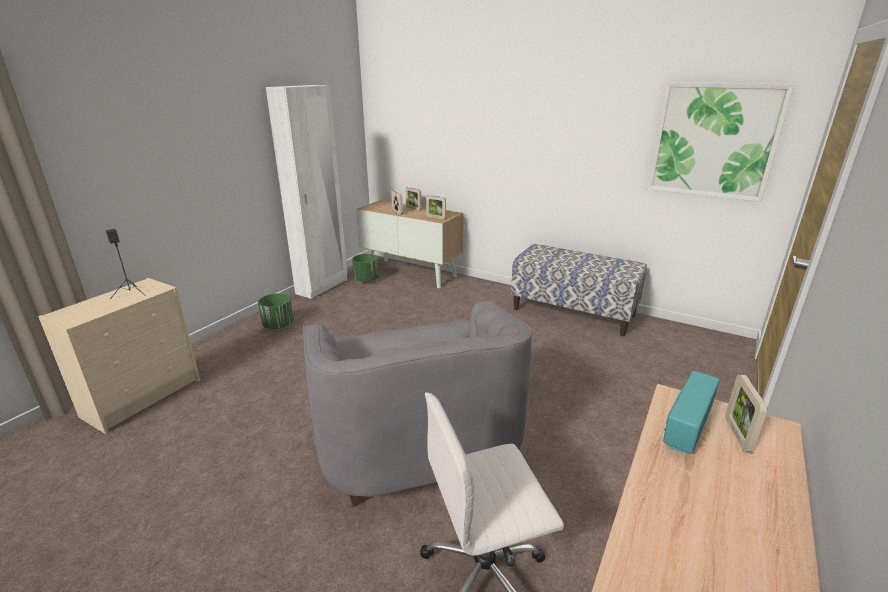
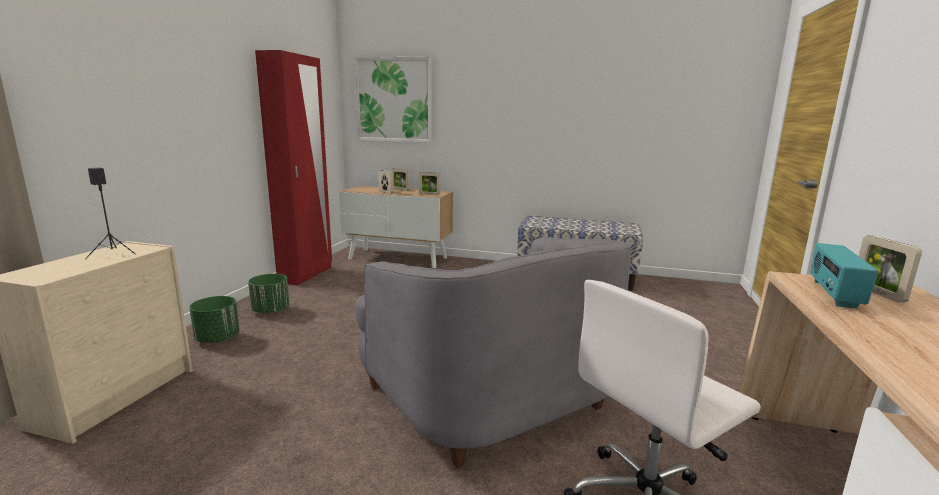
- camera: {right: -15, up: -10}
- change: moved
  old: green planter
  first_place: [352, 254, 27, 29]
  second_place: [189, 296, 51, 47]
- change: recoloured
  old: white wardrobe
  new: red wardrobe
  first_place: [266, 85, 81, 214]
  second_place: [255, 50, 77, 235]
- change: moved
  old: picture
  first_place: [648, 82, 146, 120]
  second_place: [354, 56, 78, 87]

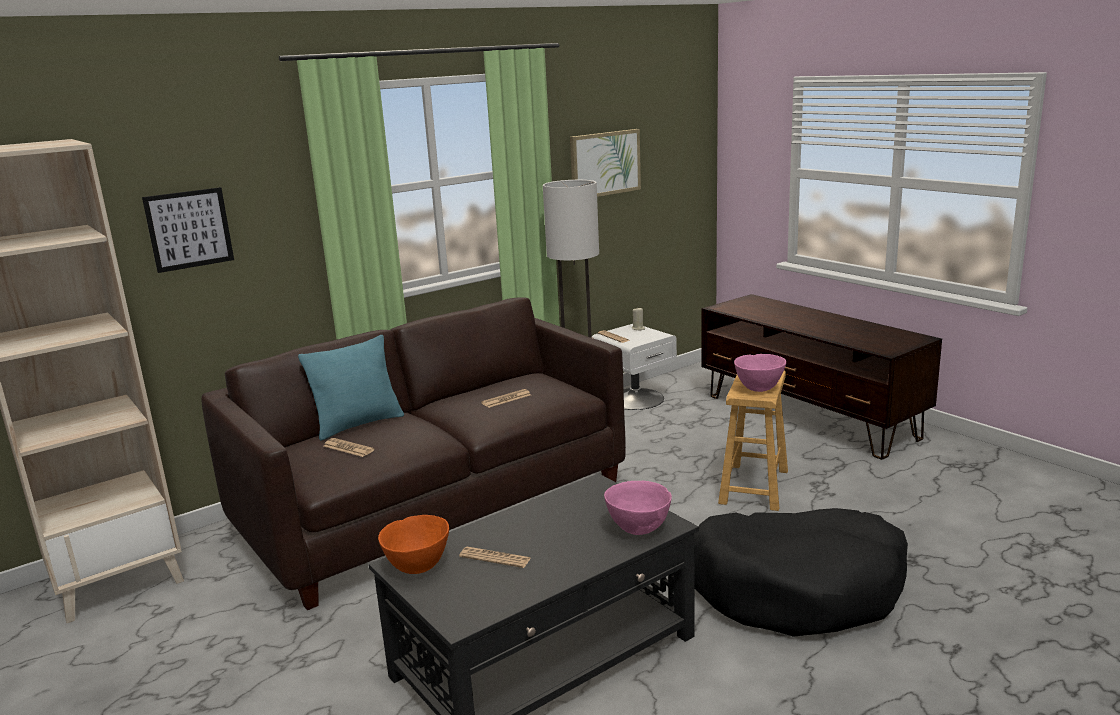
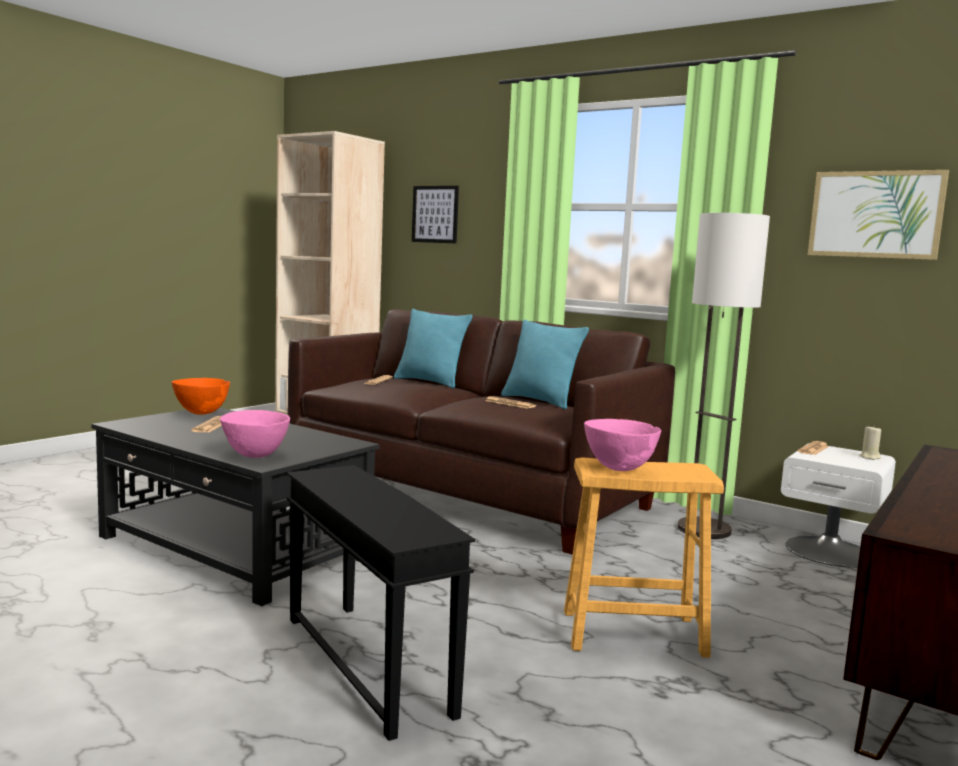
- camera: {right: 70, up: -10}
- change: replaced
  old: black dog bed
  new: black side table
  first_place: [694, 508, 214, 129]
  second_place: [287, 465, 188, 276]
- change: added
  new: turquoise pillow
  second_place: [501, 320, 88, 89]

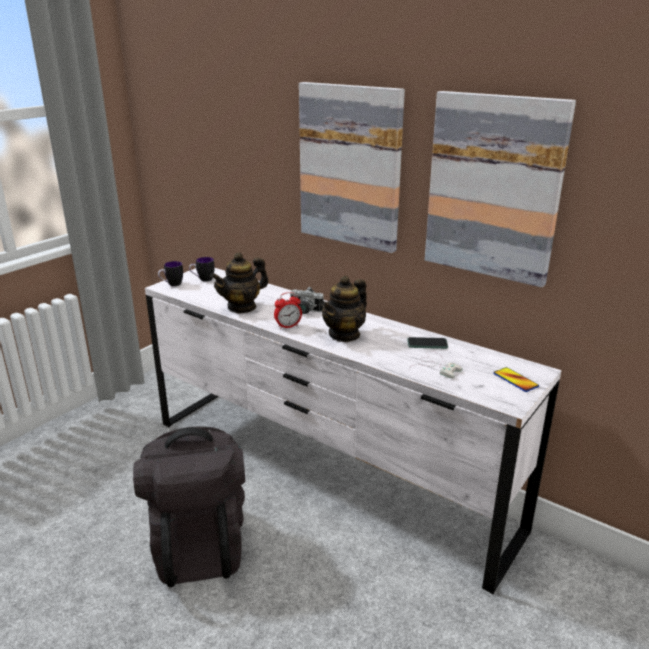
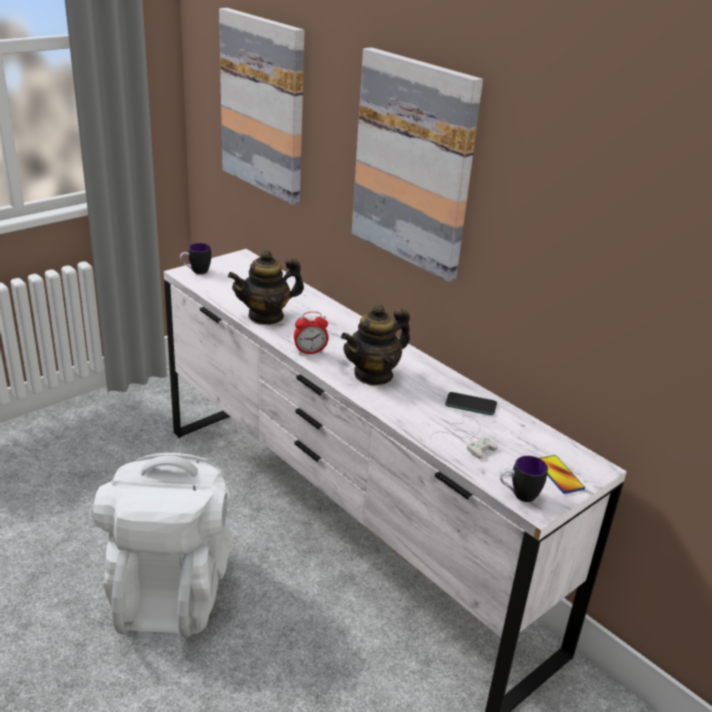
- camera: {right: 10, up: 5}
- change: recoloured
  old: black backpack
  new: white backpack
  first_place: [133, 426, 112, 161]
  second_place: [93, 453, 141, 185]
- change: moved
  old: picture
  first_place: [425, 91, 151, 196]
  second_place: [219, 8, 86, 197]
- change: moved
  old: mug
  first_place: [189, 257, 26, 25]
  second_place: [500, 456, 48, 46]
- change: removed
  old: photo camera
  first_place: [291, 287, 33, 27]

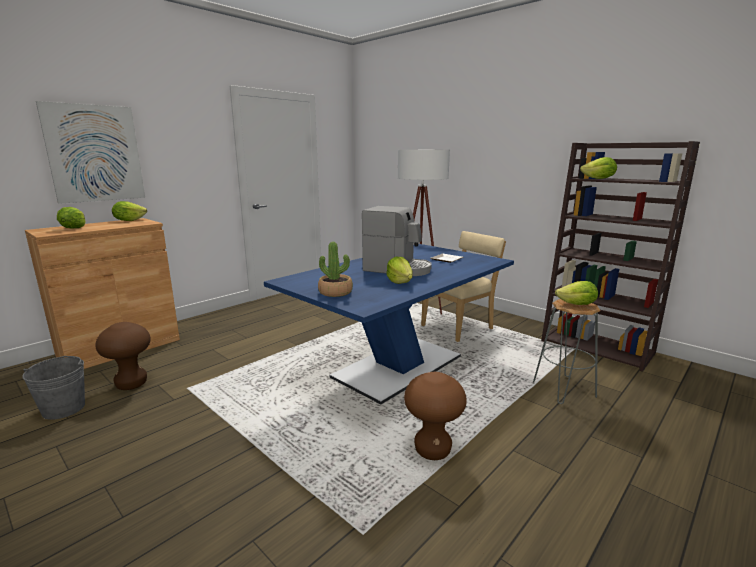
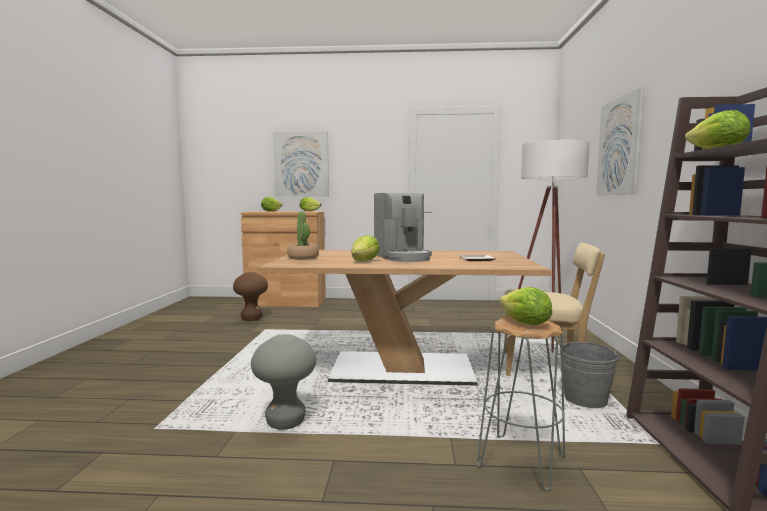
- camera: {right: 50, up: -10}
- change: recoloured
  old: brown stool
  new: grey stool
  first_place: [404, 372, 63, 88]
  second_place: [251, 334, 65, 96]
- change: recoloured
  old: blue dining table
  new: brown dining table
  first_place: [264, 244, 250, 160]
  second_place: [258, 250, 294, 136]
- change: moved
  old: grey bucket
  first_place: [22, 356, 63, 64]
  second_place: [559, 342, 61, 66]
- change: added
  new: picture
  second_place: [596, 87, 48, 108]

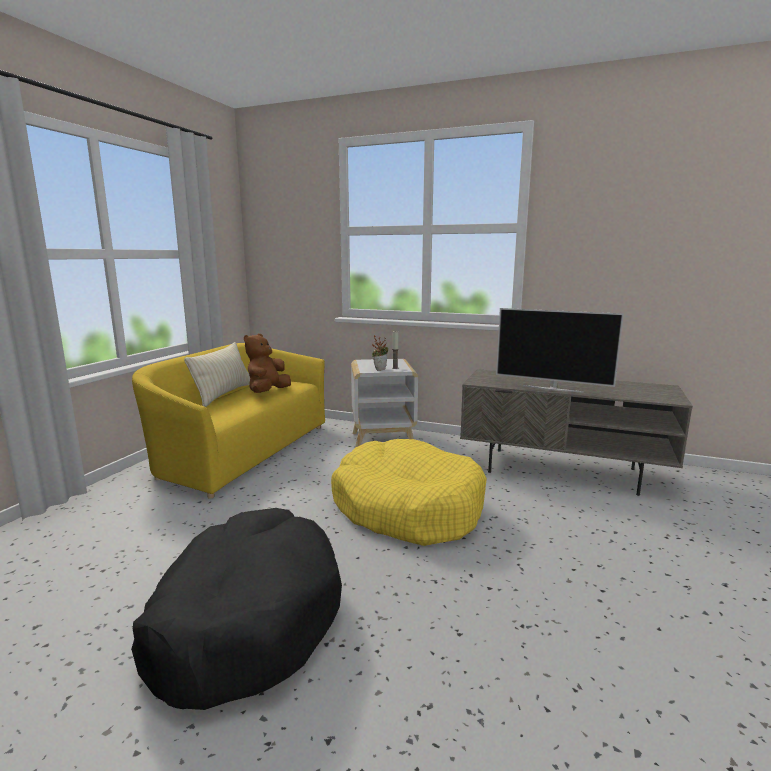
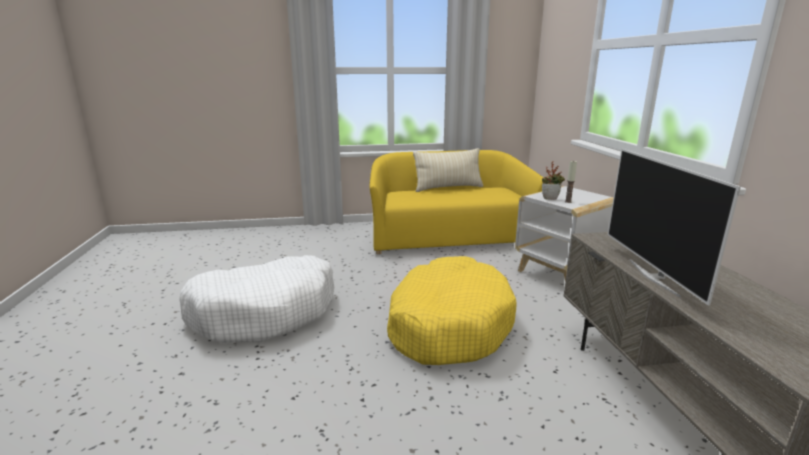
- camera: {right: 60, up: 5}
- change: recoloured
  old: black dog bed
  new: white dog bed
  first_place: [131, 508, 211, 202]
  second_place: [179, 255, 155, 88]
- change: removed
  old: brown plush toy
  first_place: [244, 334, 47, 59]

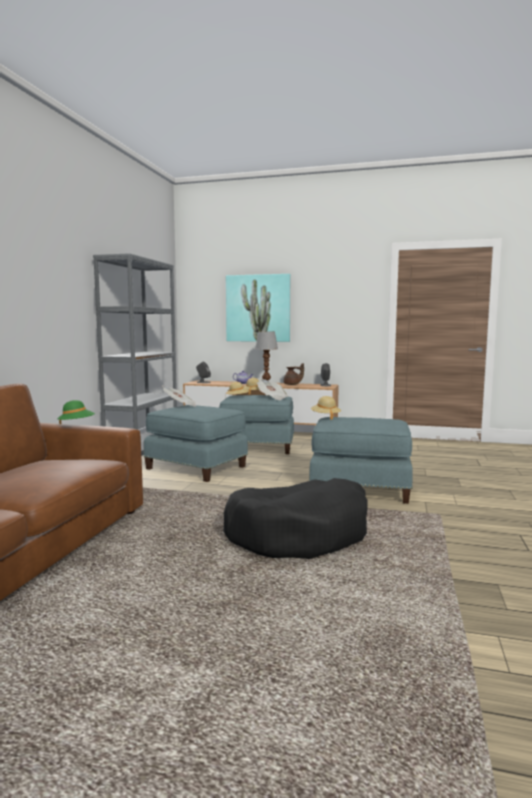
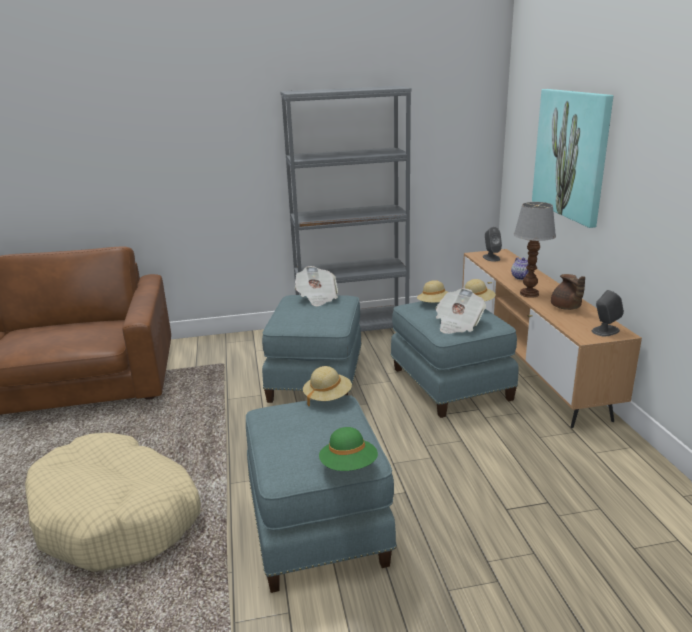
- camera: {right: 65, up: 15}
- change: recoloured
  old: black dog bed
  new: beige dog bed
  first_place: [223, 478, 145, 81]
  second_place: [25, 433, 176, 139]
- change: moved
  old: green hat
  first_place: [57, 400, 38, 24]
  second_place: [319, 427, 59, 44]

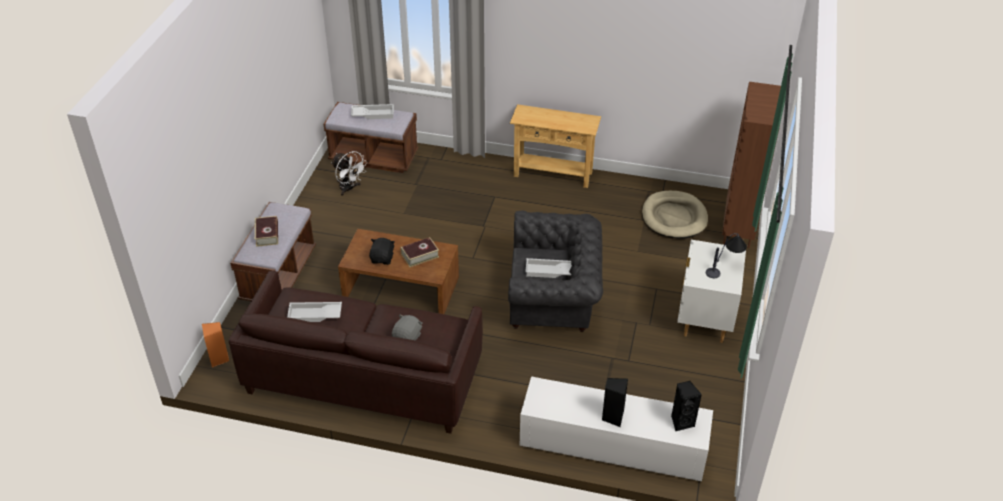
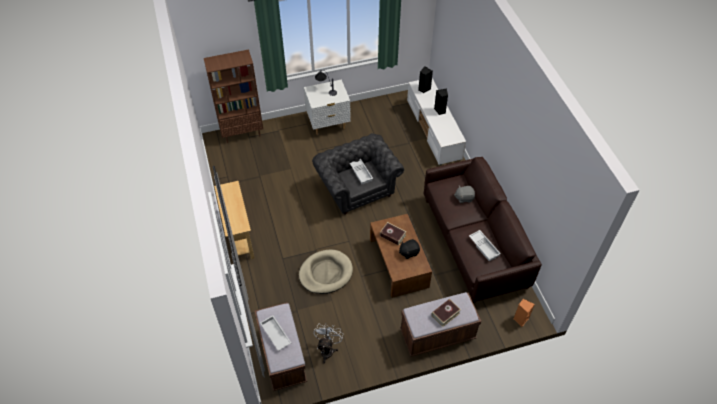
- camera: {right: -120, up: 10}
- change: moved
  old: beige dog bed
  first_place: [642, 191, 66, 48]
  second_place: [299, 250, 54, 44]

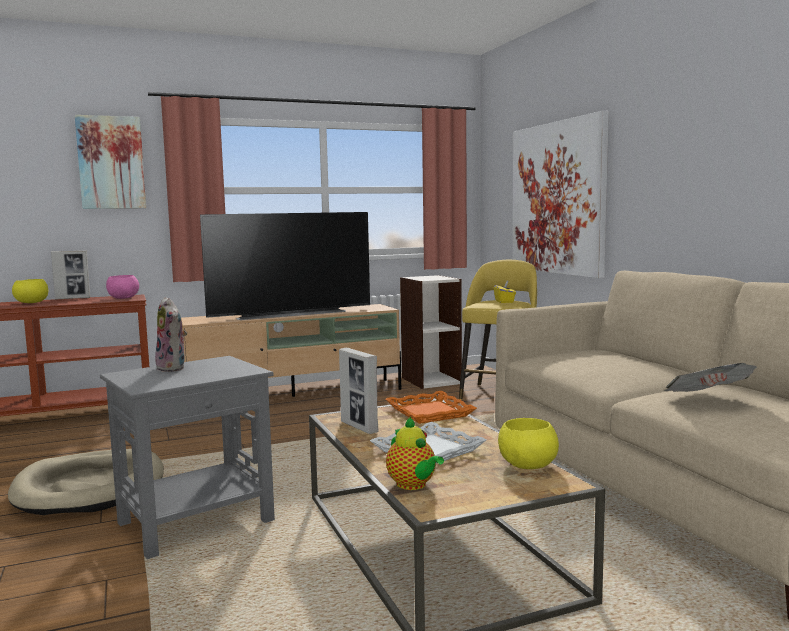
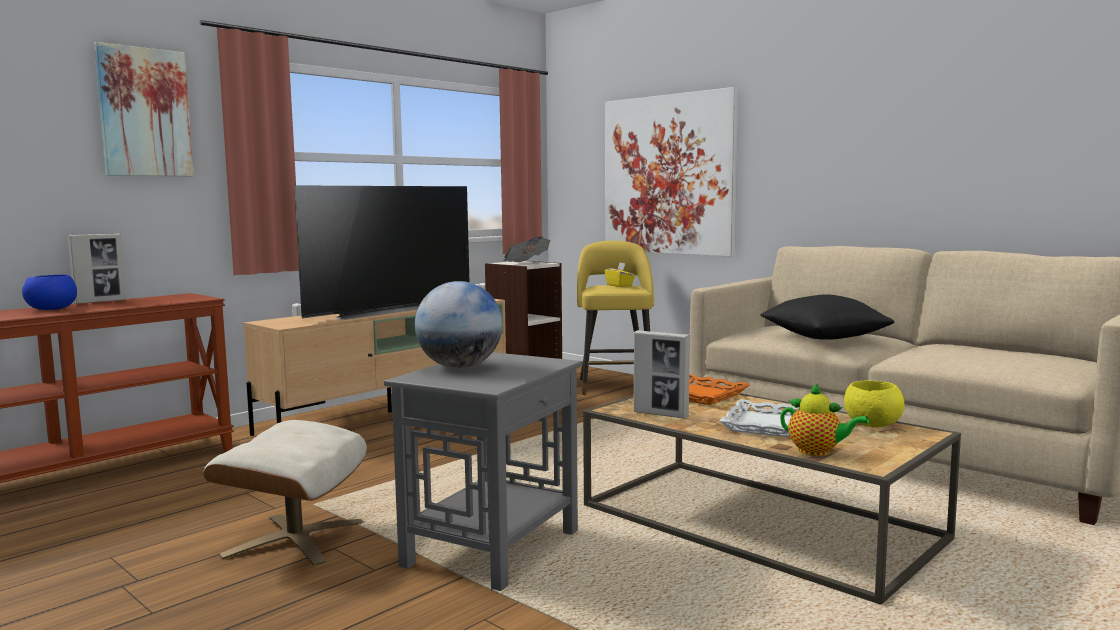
- camera: {right: -25, up: 0}
- change: recoloured
  old: yellow bowl
  new: blue bowl
  first_place: [12, 279, 36, 24]
  second_place: [22, 275, 55, 35]
- change: replaced
  old: beige dog bed
  new: beige ottoman
  first_place: [8, 449, 156, 66]
  second_place: [204, 420, 163, 146]
- change: replaced
  old: plush toy
  new: globe
  first_place: [155, 297, 32, 75]
  second_place: [415, 281, 88, 87]
- change: moved
  old: newspaper
  first_place: [663, 363, 94, 29]
  second_place: [503, 237, 47, 25]
- change: added
  new: black pillow
  second_place: [760, 294, 134, 46]
- change: removed
  old: pink bowl
  first_place: [106, 275, 33, 24]

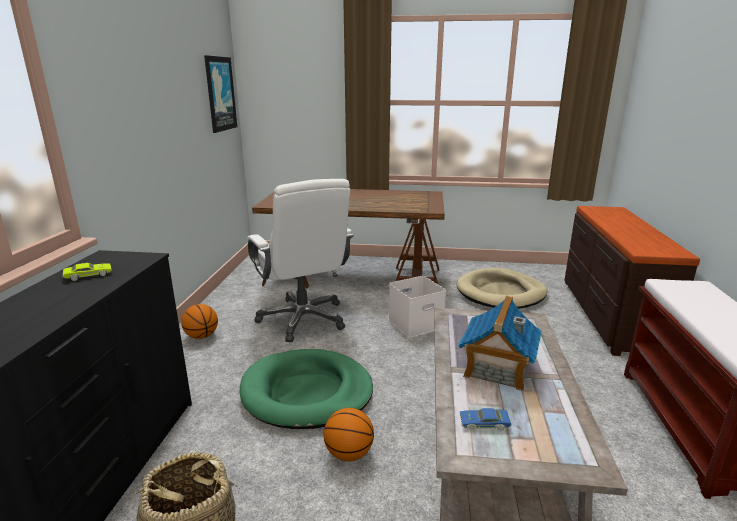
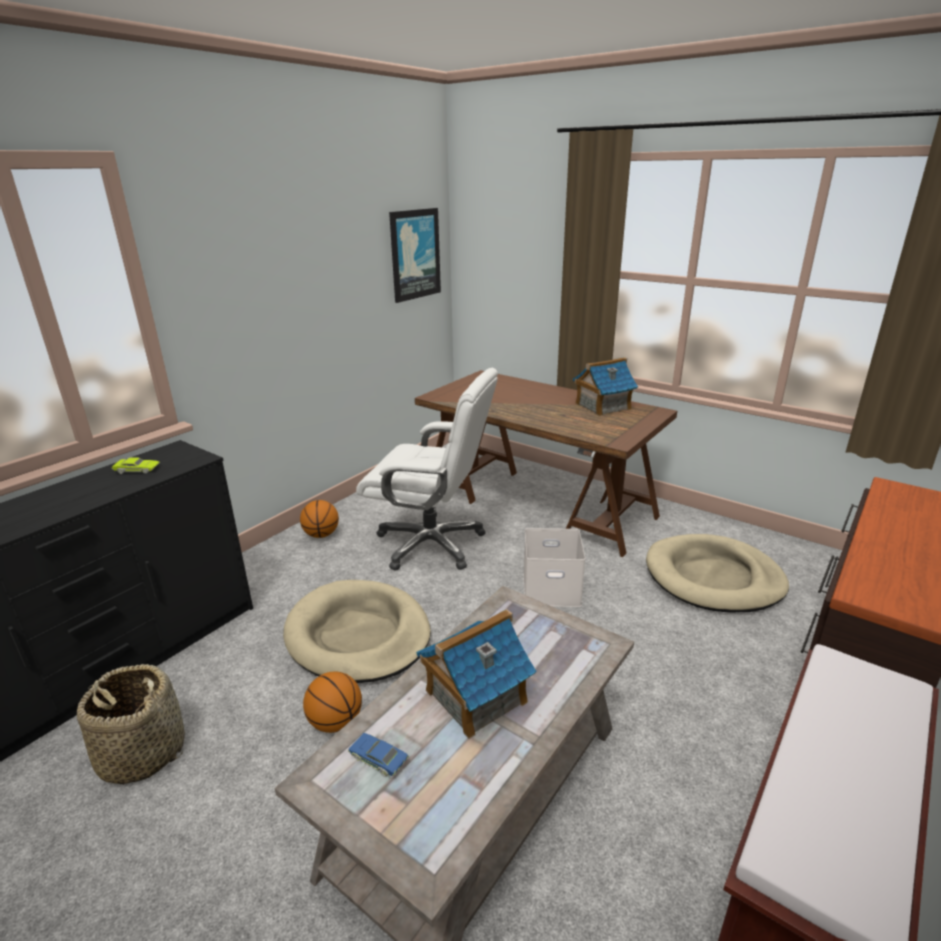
- camera: {right: 30, up: 5}
- change: recoloured
  old: green dog bed
  new: beige dog bed
  first_place: [240, 349, 133, 80]
  second_place: [283, 580, 148, 103]
- change: turned
  old: white office chair
  first_place: [247, 179, 107, 163]
  second_place: [356, 368, 142, 202]
  degrees: -75
- change: added
  new: toy house
  second_place: [573, 357, 65, 59]

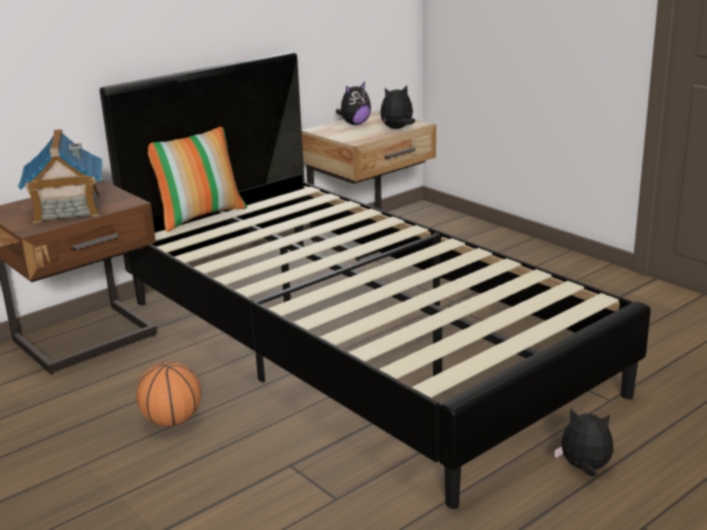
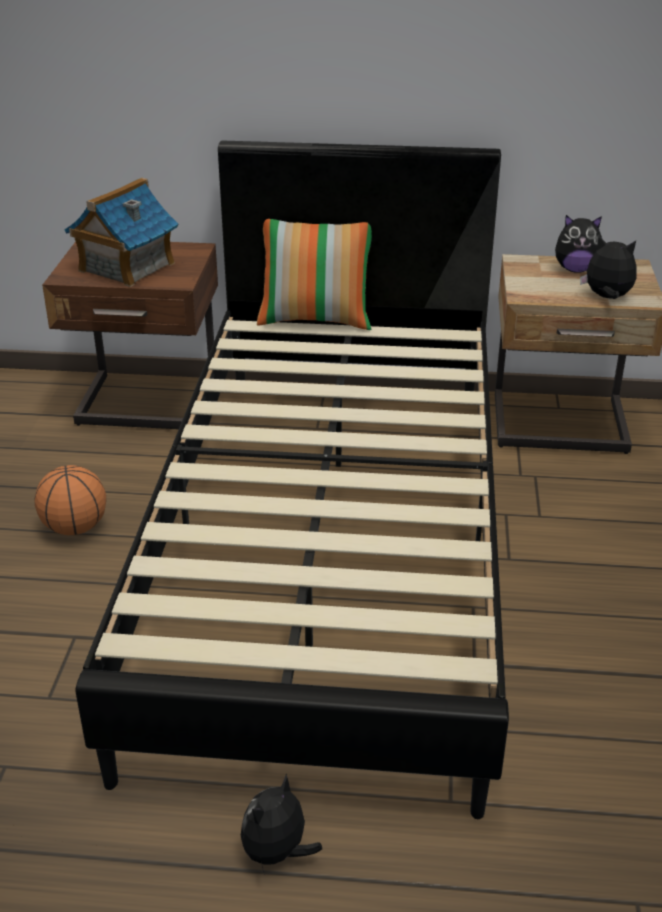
- camera: {right: 45, up: 10}
- change: turned
  old: plush toy
  first_place: [554, 409, 60, 68]
  second_place: [241, 774, 81, 101]
  degrees: -120

